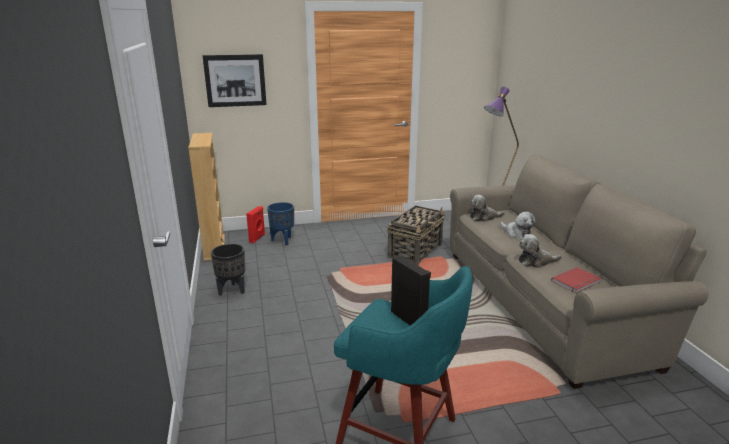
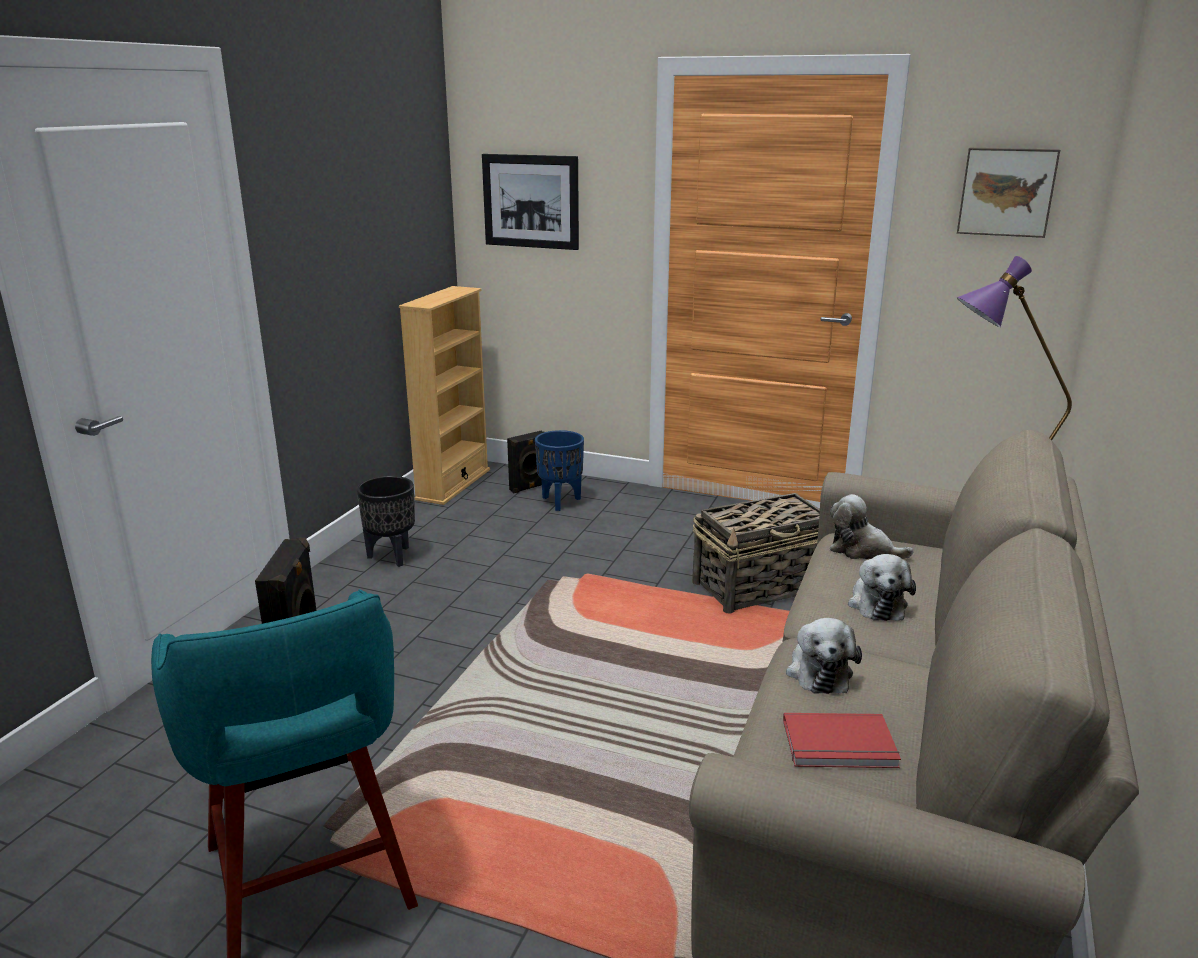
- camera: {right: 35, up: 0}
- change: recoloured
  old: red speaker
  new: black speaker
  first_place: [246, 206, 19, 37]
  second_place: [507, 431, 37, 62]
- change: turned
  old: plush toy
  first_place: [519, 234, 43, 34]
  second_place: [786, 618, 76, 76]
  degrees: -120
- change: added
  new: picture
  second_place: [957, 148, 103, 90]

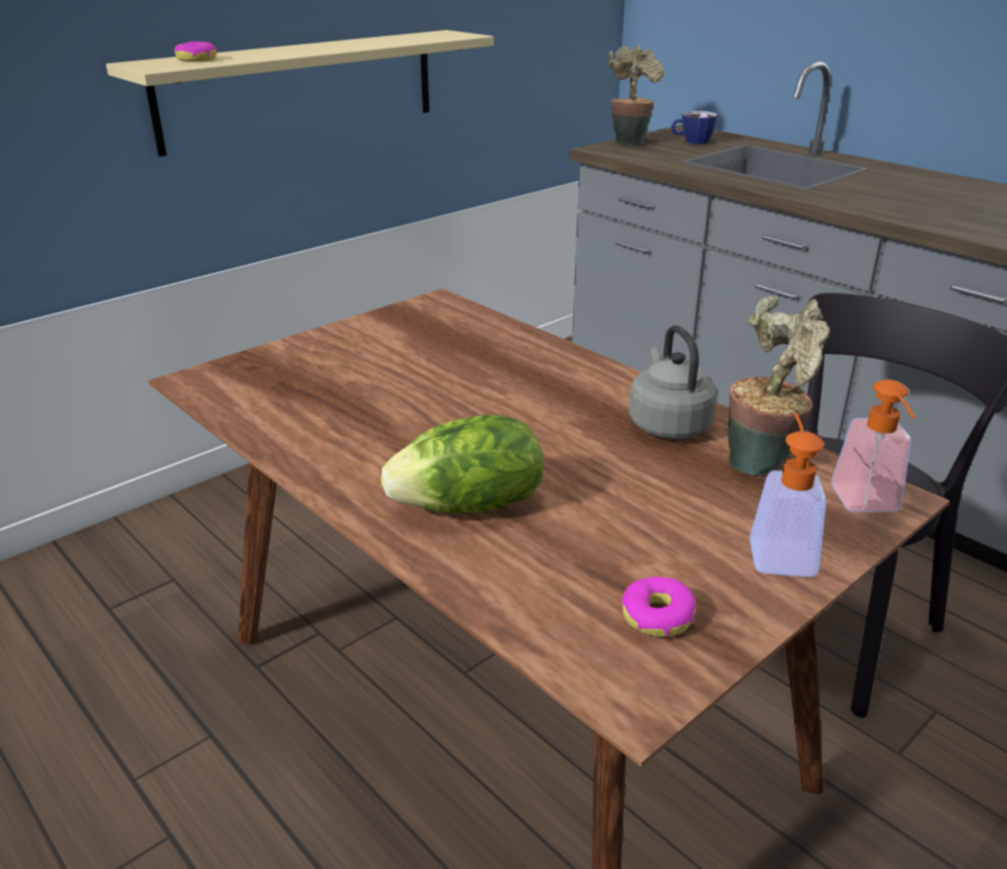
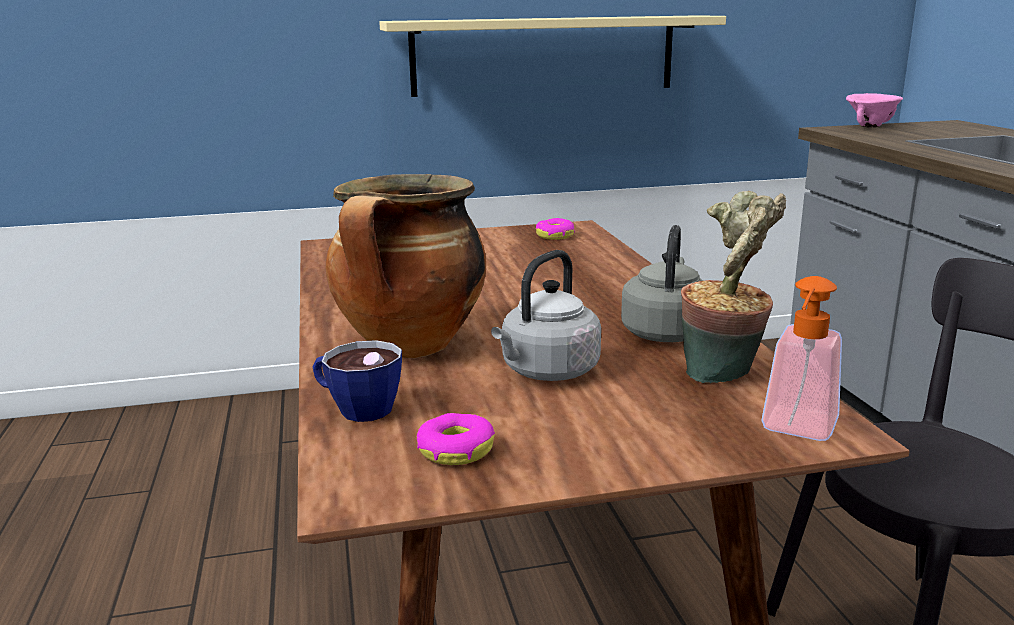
- camera: {right: 30, up: -10}
- change: moved
  old: cup
  first_place: [671, 111, 47, 33]
  second_place: [312, 340, 90, 82]
- change: replaced
  old: lettuce
  new: cooking pot
  first_place: [381, 415, 163, 98]
  second_place: [326, 174, 160, 184]
- change: added
  new: grey kettle
  second_place: [491, 250, 110, 131]
- change: moved
  old: donut
  first_place: [174, 41, 44, 21]
  second_place: [536, 218, 39, 22]
- change: replaced
  old: potted plant
  new: pink bowl
  first_place: [609, 45, 55, 101]
  second_place: [846, 93, 57, 35]
- change: removed
  old: soap dispenser
  first_place: [749, 413, 78, 164]

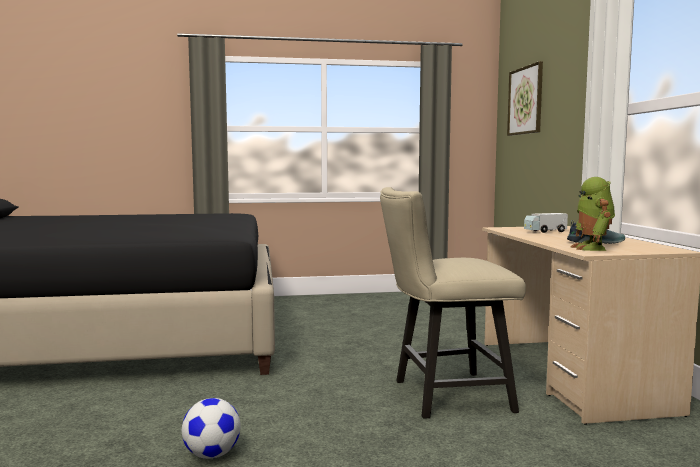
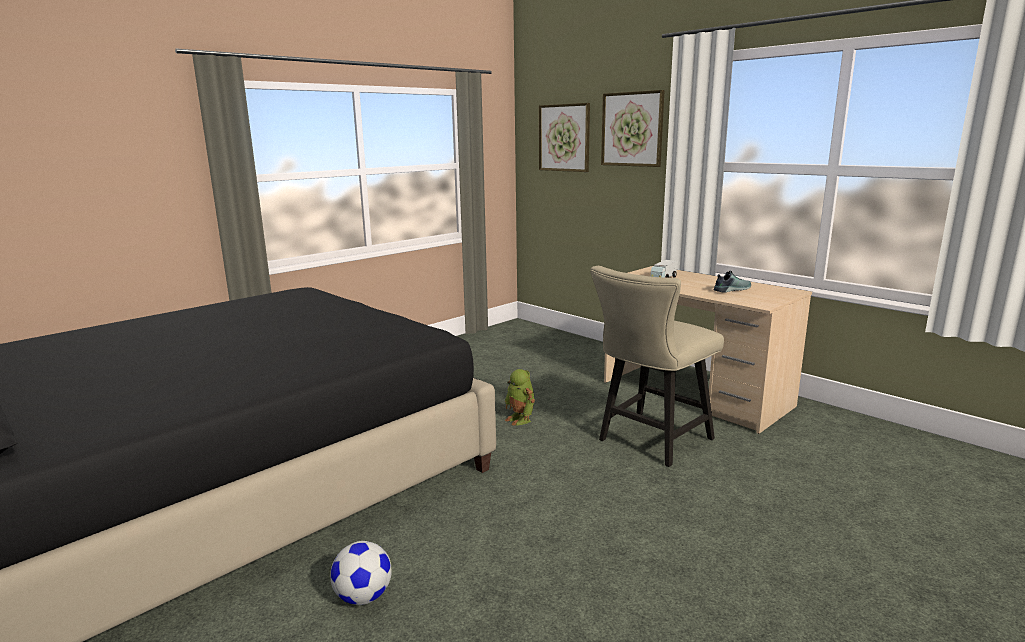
- camera: {right: -35, up: 10}
- change: moved
  old: football
  first_place: [182, 398, 59, 61]
  second_place: [330, 541, 62, 64]
- change: moved
  old: toy robot
  first_place: [571, 177, 44, 74]
  second_place: [505, 369, 30, 57]
- change: added
  new: picture
  second_place: [601, 90, 64, 77]

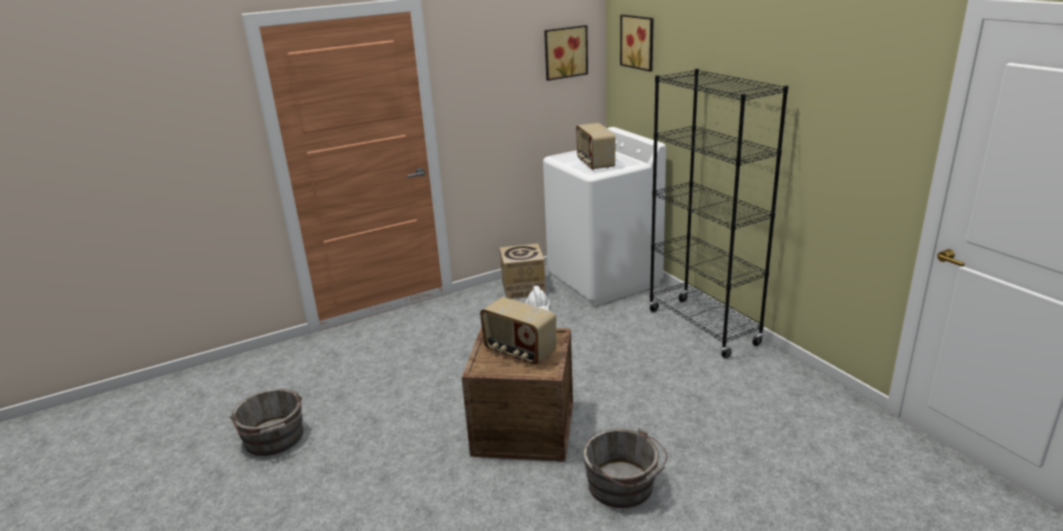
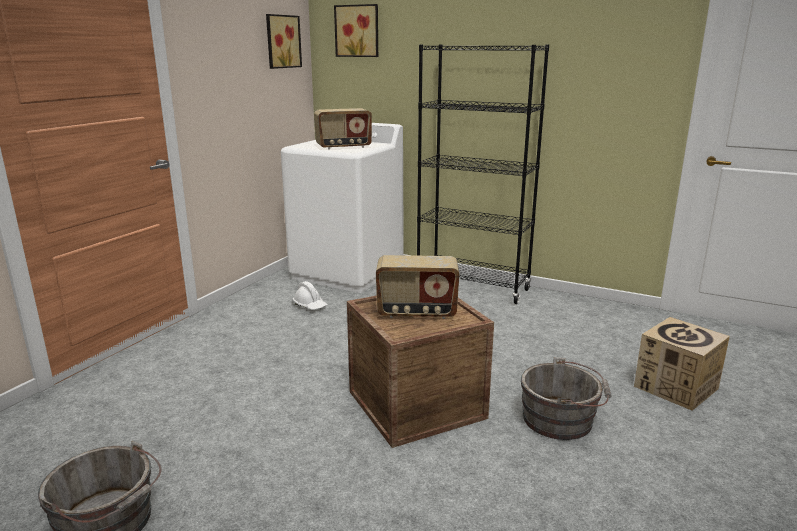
- camera: {right: -35, up: -5}
- change: turned
  old: radio
  first_place: [576, 123, 40, 47]
  second_place: [314, 108, 58, 42]
  degrees: -60
- change: moved
  old: cardboard box
  first_place: [500, 243, 46, 56]
  second_place: [634, 317, 96, 94]

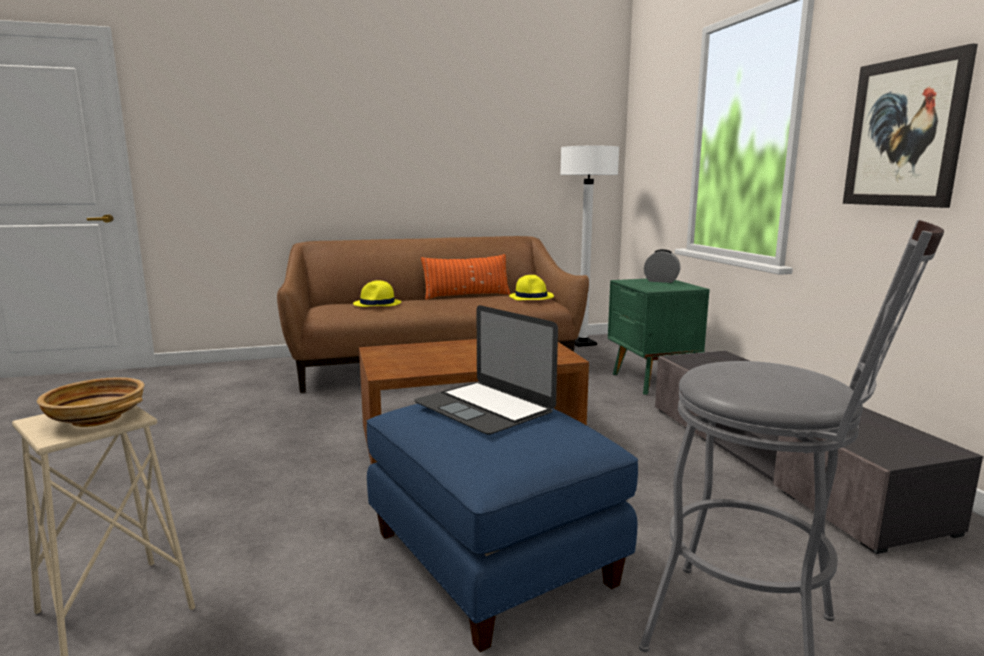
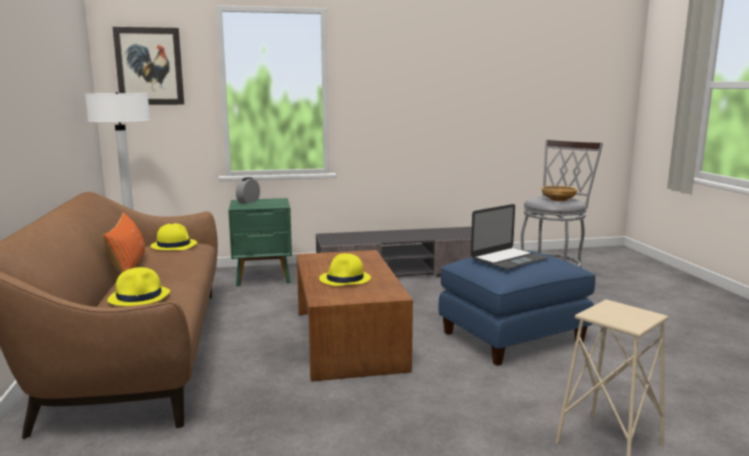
- camera: {right: -85, up: 0}
- change: moved
  old: picture
  first_place: [843, 43, 135, 165]
  second_place: [113, 27, 71, 78]
- change: added
  new: yellow hat
  second_place: [319, 253, 52, 33]
- change: moved
  old: beige bowl
  first_place: [37, 377, 107, 50]
  second_place: [541, 186, 37, 15]

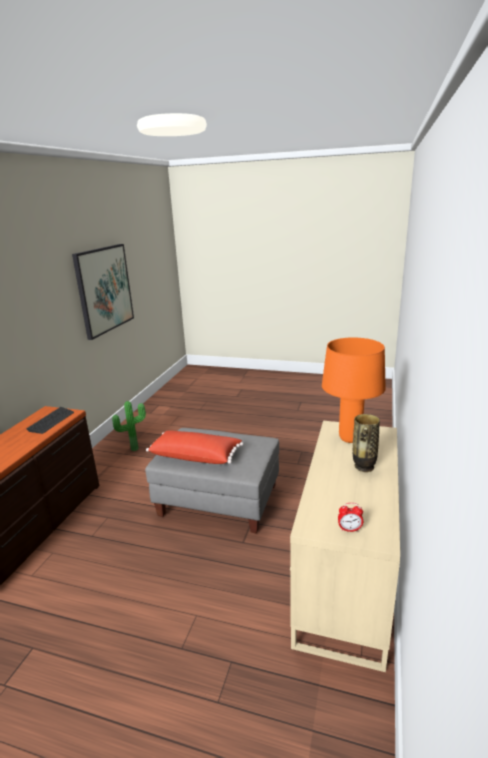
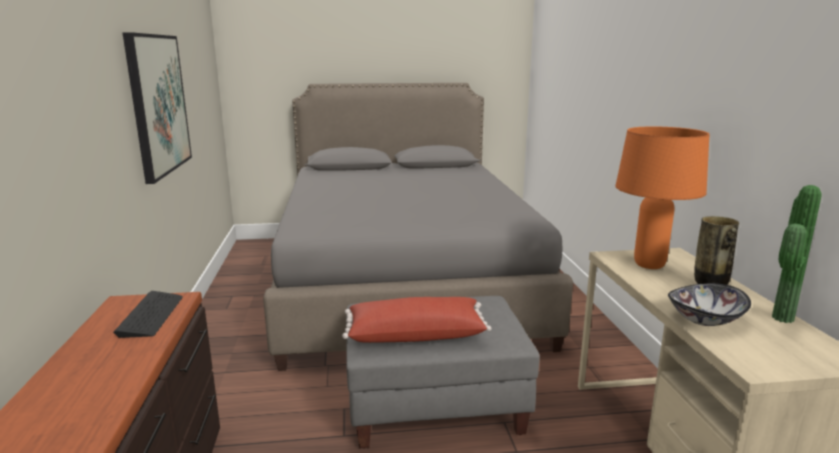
- camera: {right: -25, up: -5}
- change: added
  new: grey bed
  second_place: [263, 83, 310, 288]
- change: added
  new: bowl
  second_place: [668, 283, 83, 43]
- change: moved
  old: potted plant
  first_place: [112, 401, 34, 50]
  second_place: [772, 185, 50, 138]
- change: removed
  old: alarm clock
  first_place: [338, 503, 25, 29]

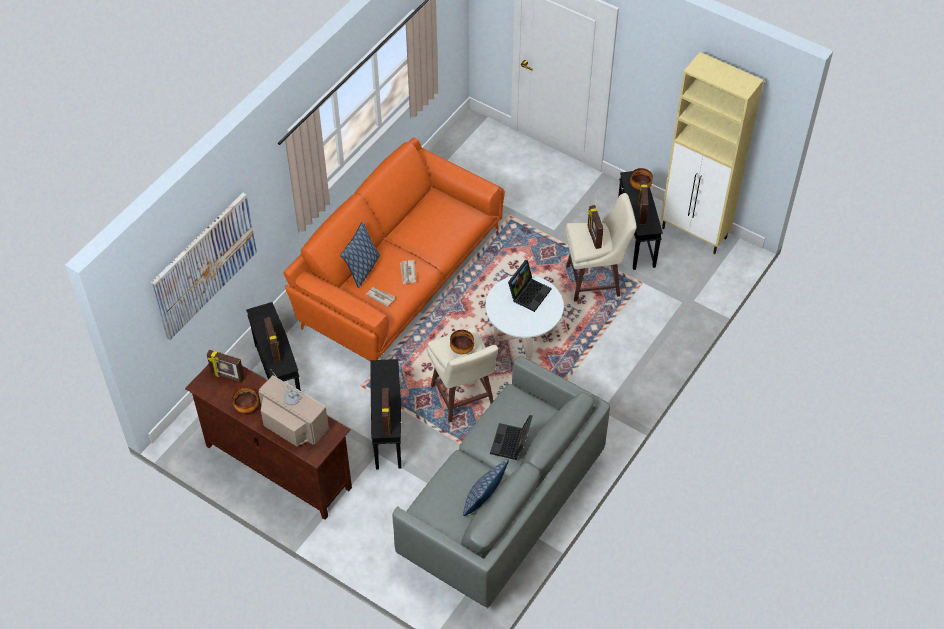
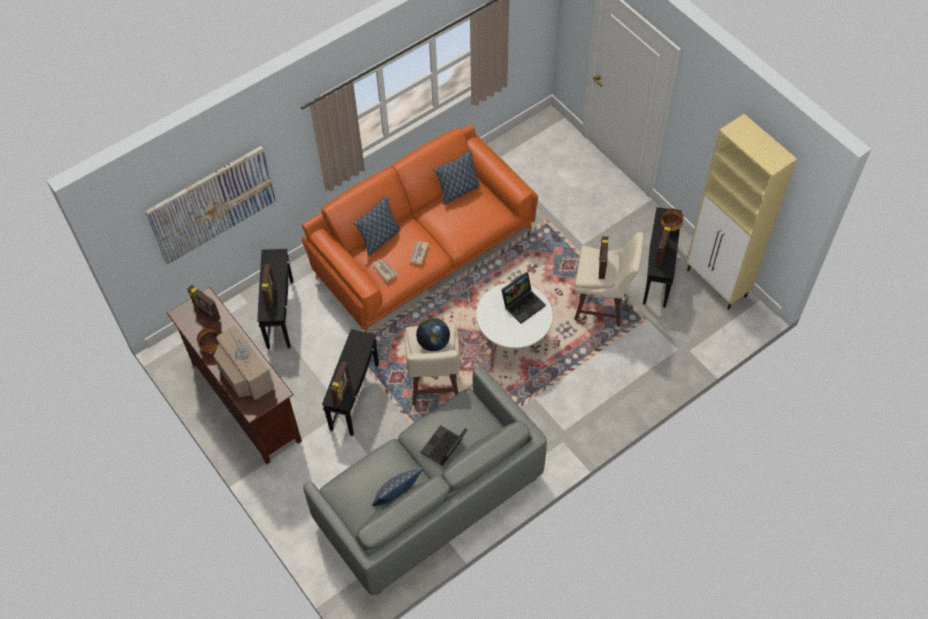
- camera: {right: 20, up: 5}
- change: replaced
  old: bowl
  new: globe
  first_place: [450, 330, 24, 24]
  second_place: [416, 317, 34, 34]
- change: added
  new: pillow
  second_place: [433, 150, 47, 55]

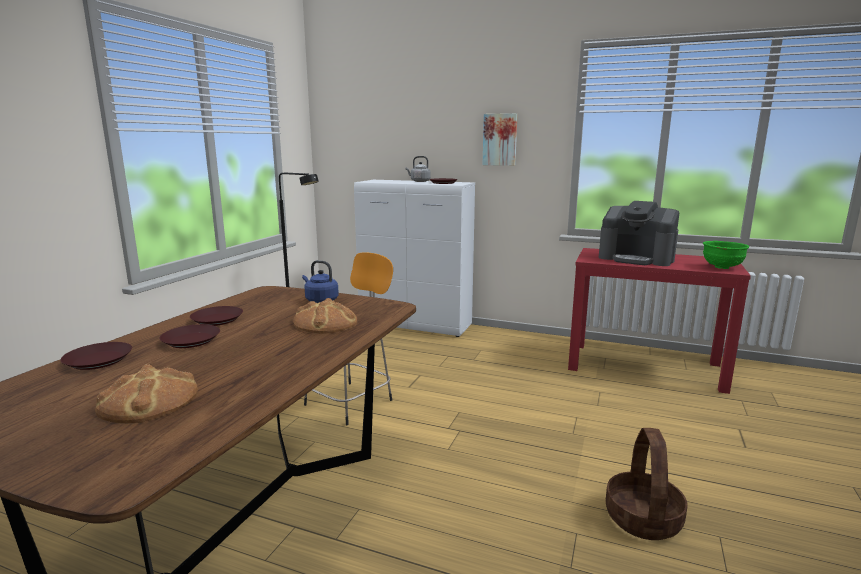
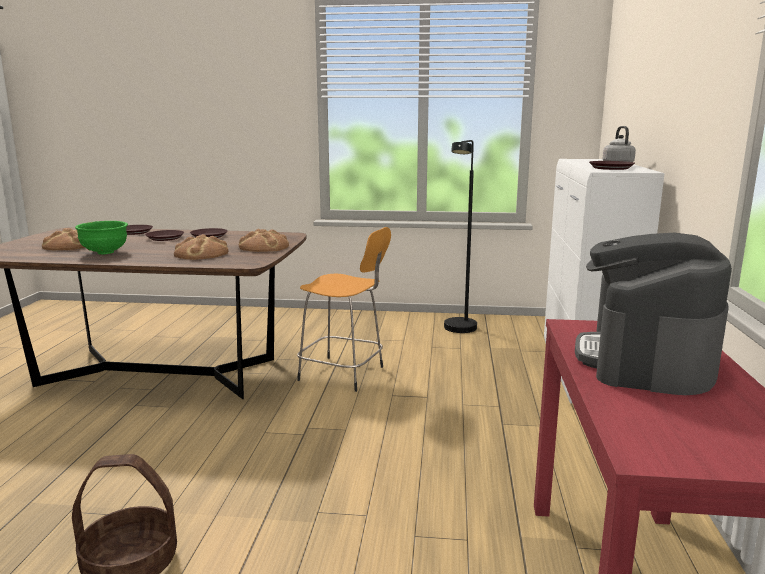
- camera: {right: 75, up: 0}
- change: moved
  old: green bowl
  first_place: [703, 241, 46, 28]
  second_place: [75, 221, 53, 34]
- change: replaced
  old: blue kettle
  new: bread
  first_place: [302, 260, 37, 43]
  second_place: [239, 229, 50, 23]
- change: removed
  old: picture
  first_place: [483, 113, 35, 53]

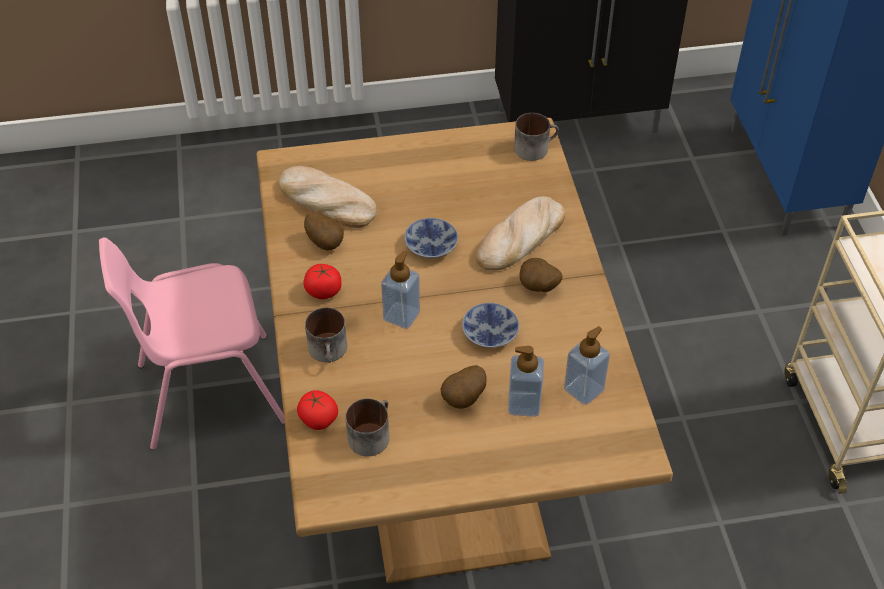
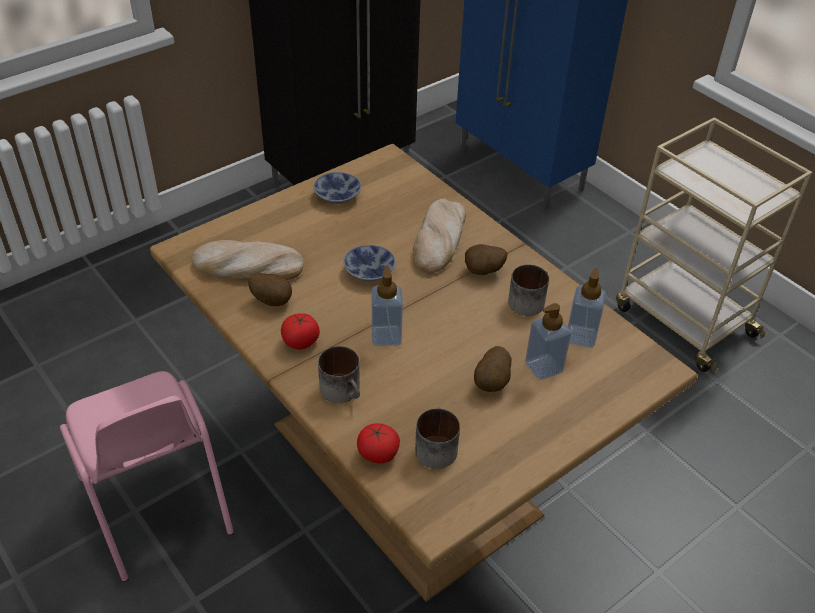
- camera: {right: -30, up: -5}
- change: turned
  old: pink chair
  first_place: [99, 237, 186, 213]
  second_place: [60, 371, 174, 211]
  degrees: -75
- change: moved
  old: bowl
  first_place: [462, 303, 57, 45]
  second_place: [313, 172, 48, 32]
- change: moved
  old: mug
  first_place: [514, 113, 45, 48]
  second_place: [508, 265, 41, 51]

